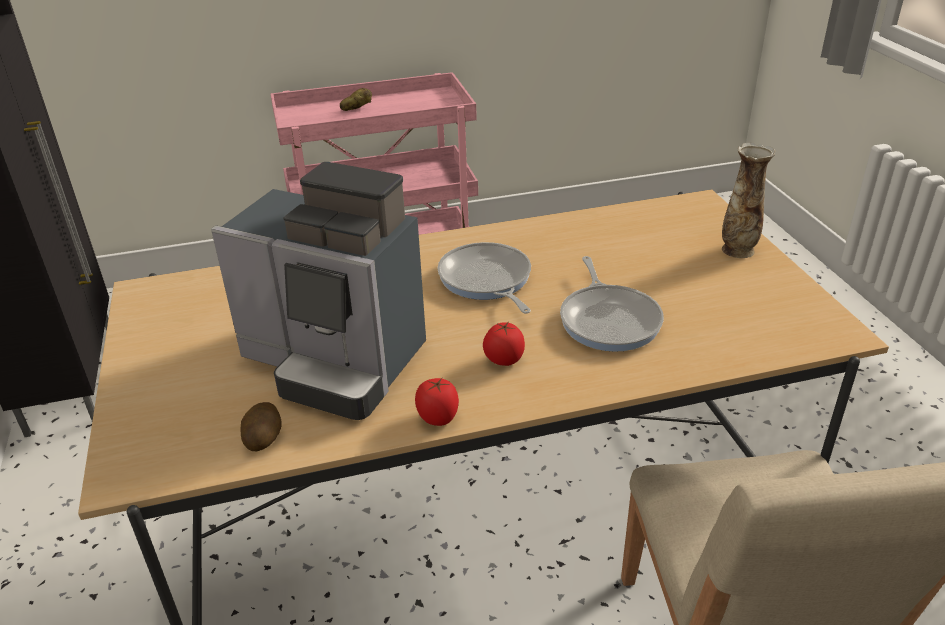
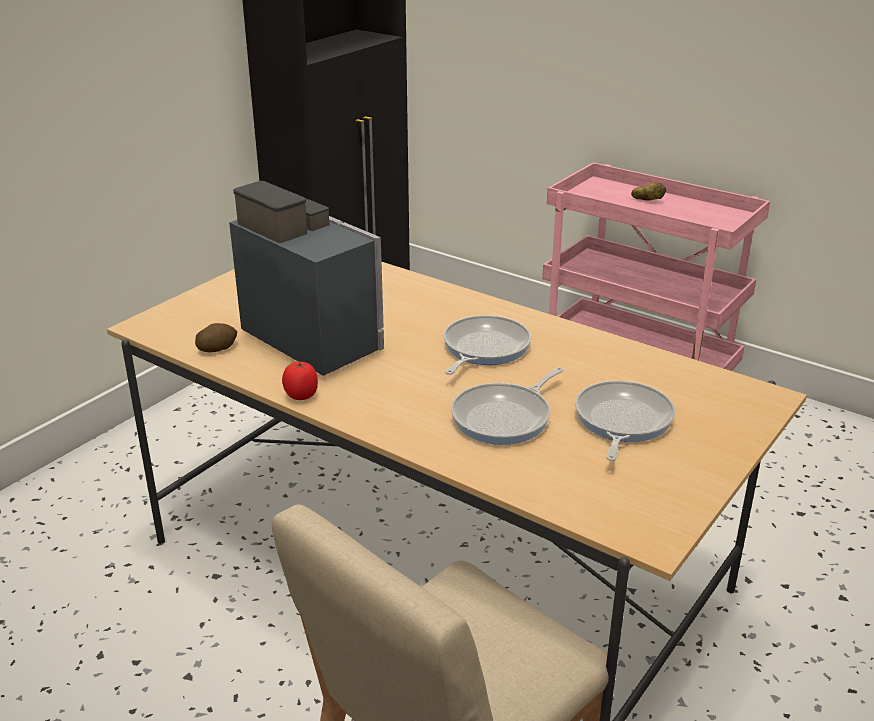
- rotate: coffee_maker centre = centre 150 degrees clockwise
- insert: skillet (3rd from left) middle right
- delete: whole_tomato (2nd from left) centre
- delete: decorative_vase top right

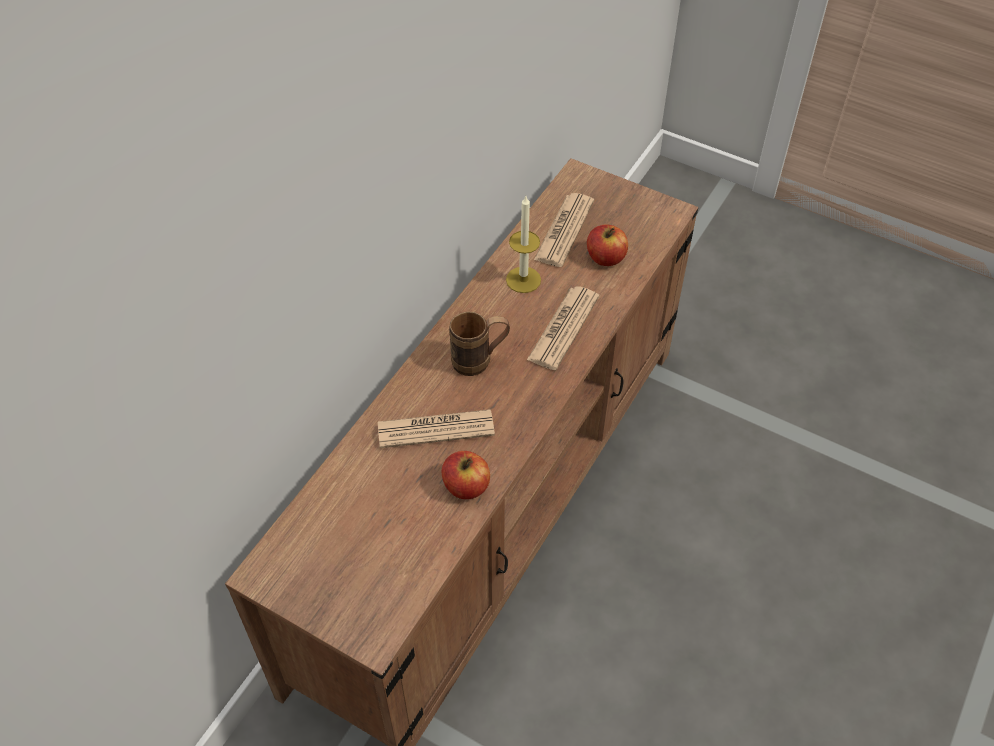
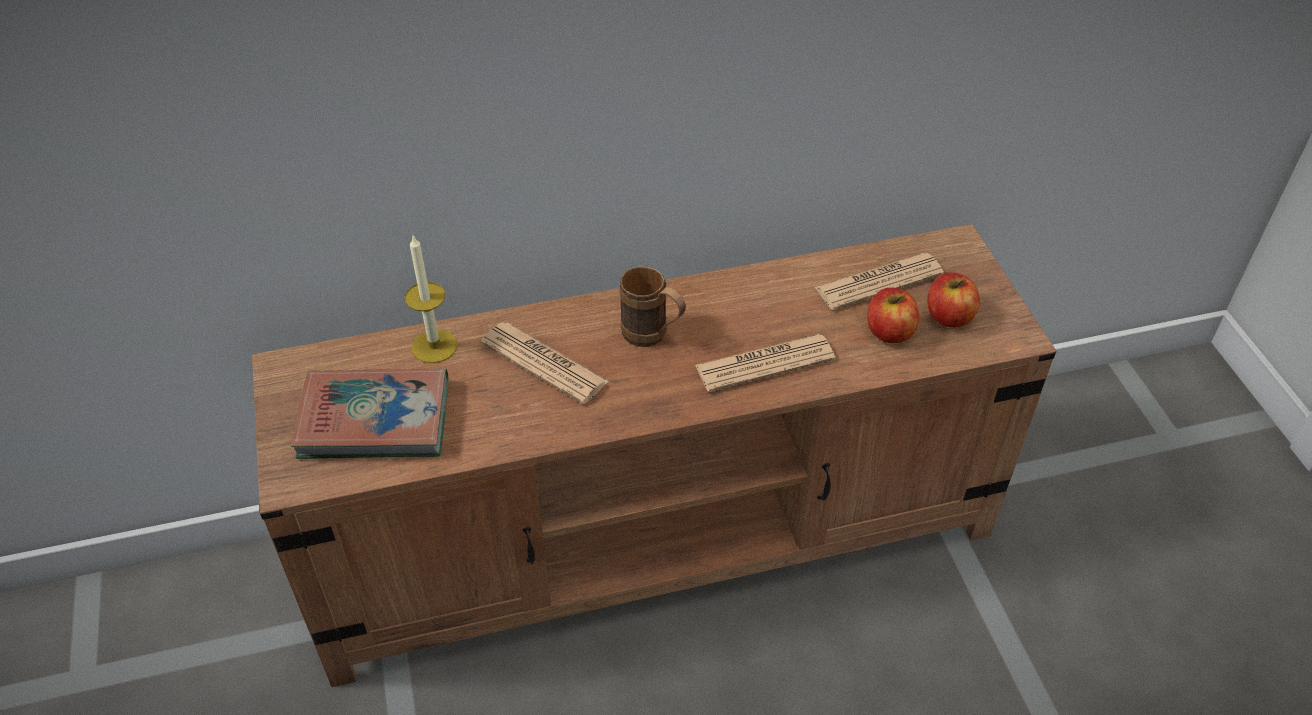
- insert: book middle left
- move: wax_light top centre to middle left
- move: apple (1st from left in the first image) centre to apple (2nd from left) middle right

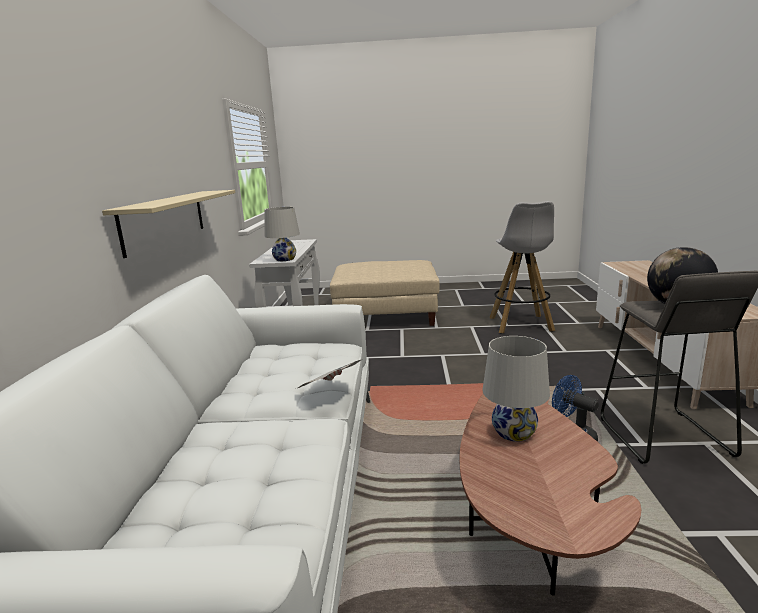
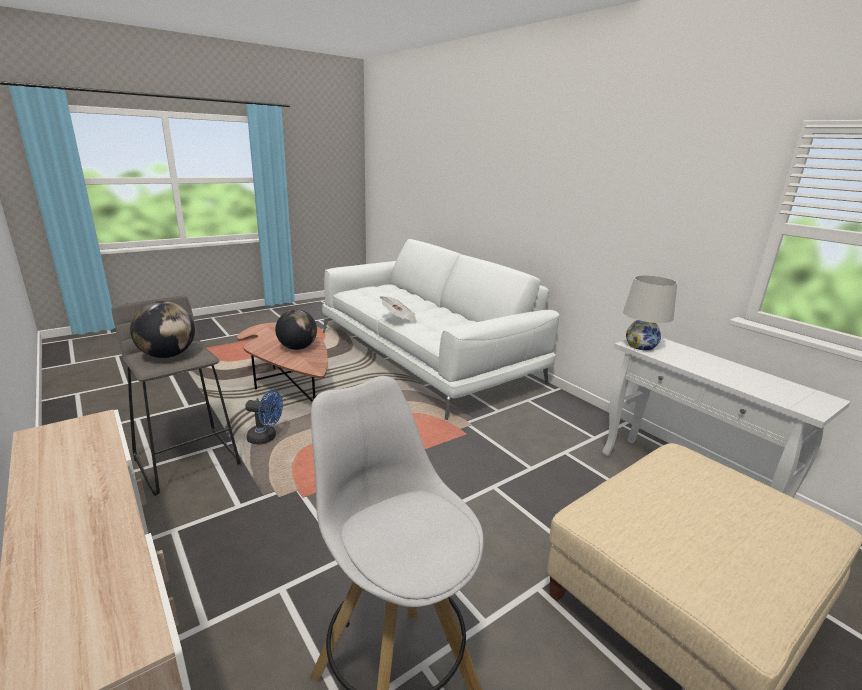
- replace: white_table_lamp (2nd from left) middle right to globe (2nd from left) centre
- delete: beige-coloured_bracket_shelf middle left

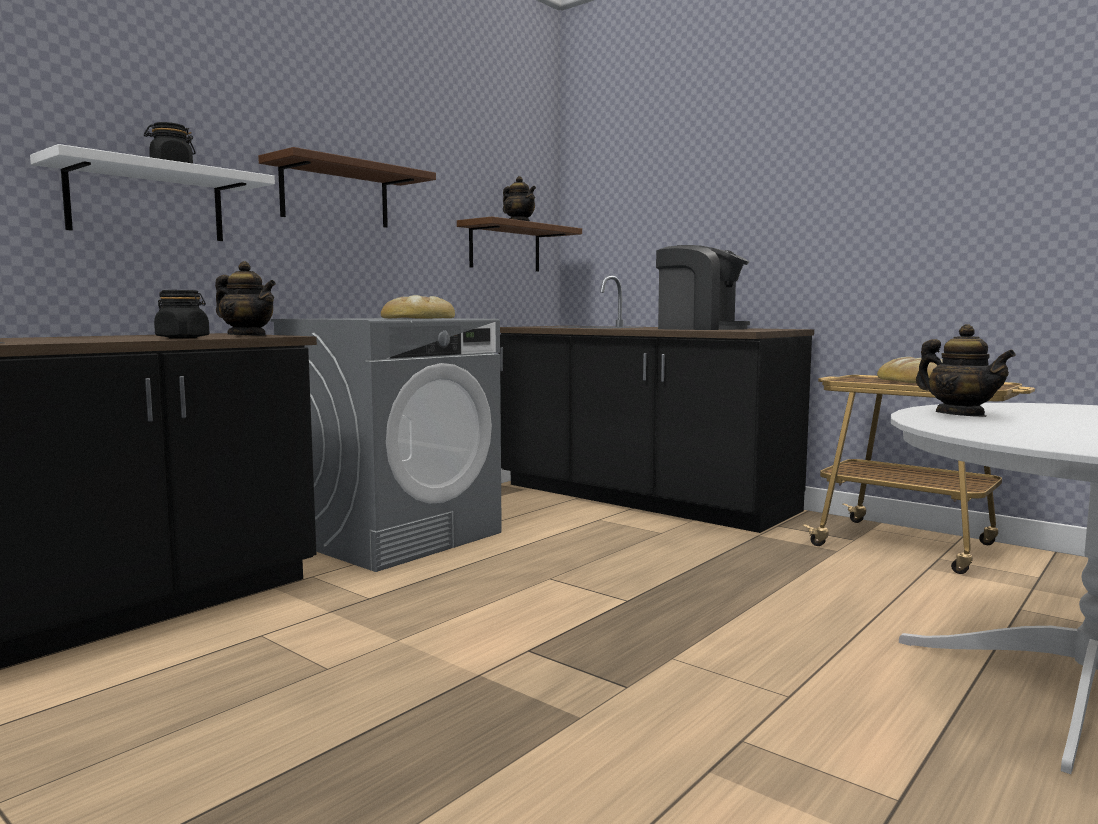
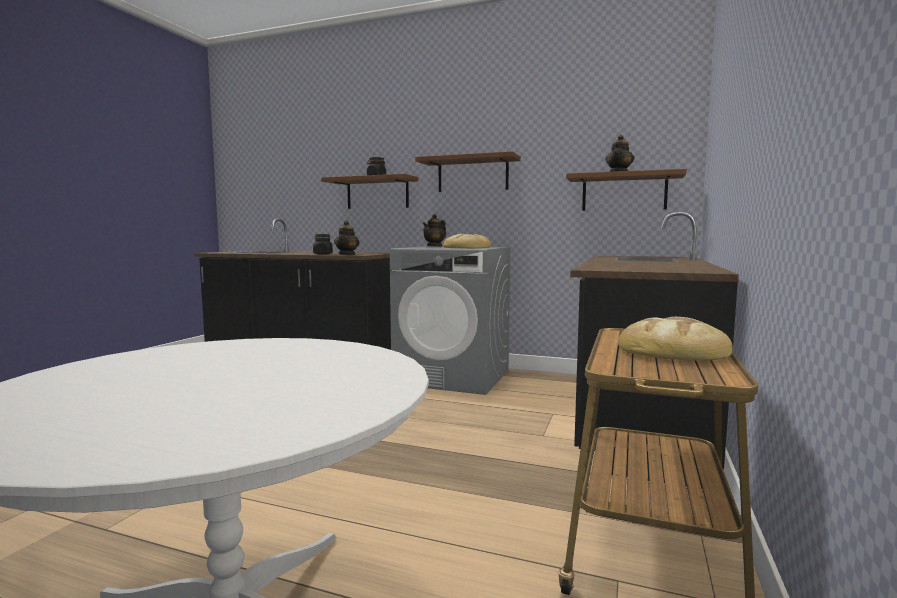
- recolor: white_bracket_shelf top left to brown-coloured_bracket_shelf (1st from left) top centre
- move: tea_pot (3rd from left in the first image) middle right to tea_pot (2nd from left) centre
- delete: coffee_maker centre

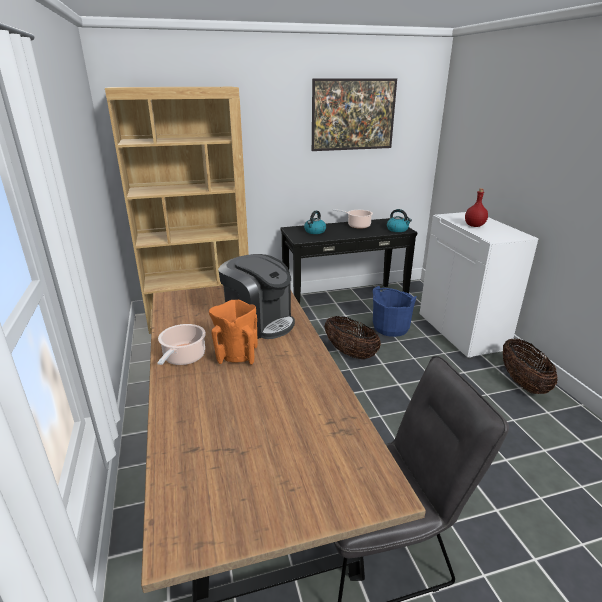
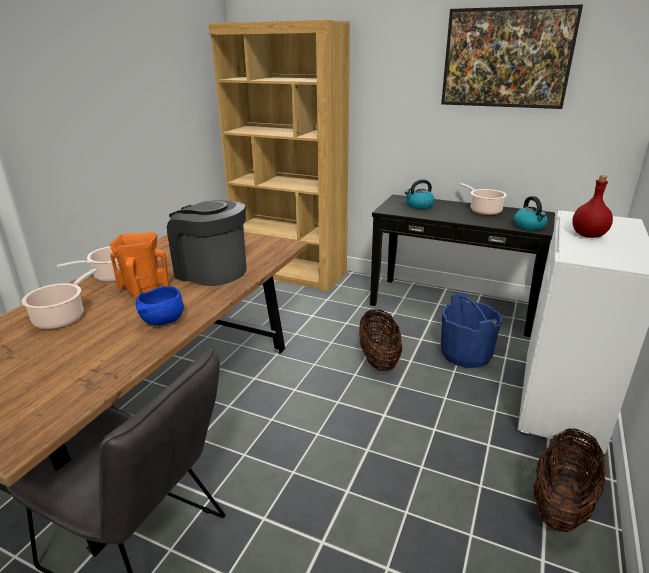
- insert: cooking_pot (1st from left) middle left
- insert: blue-coloured_serving_bowl middle left
- rotate: coffee_maker centre = middle left 135 degrees clockwise

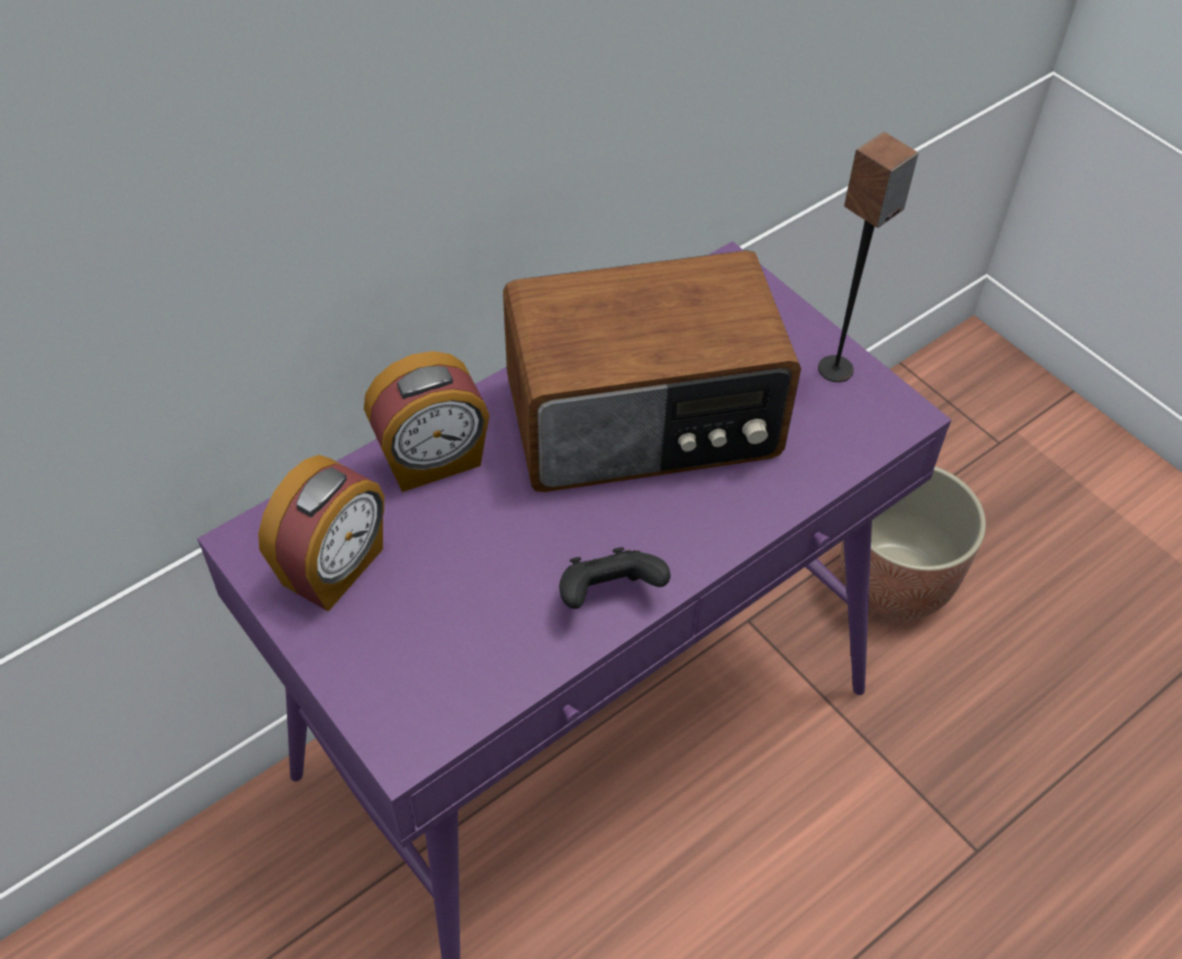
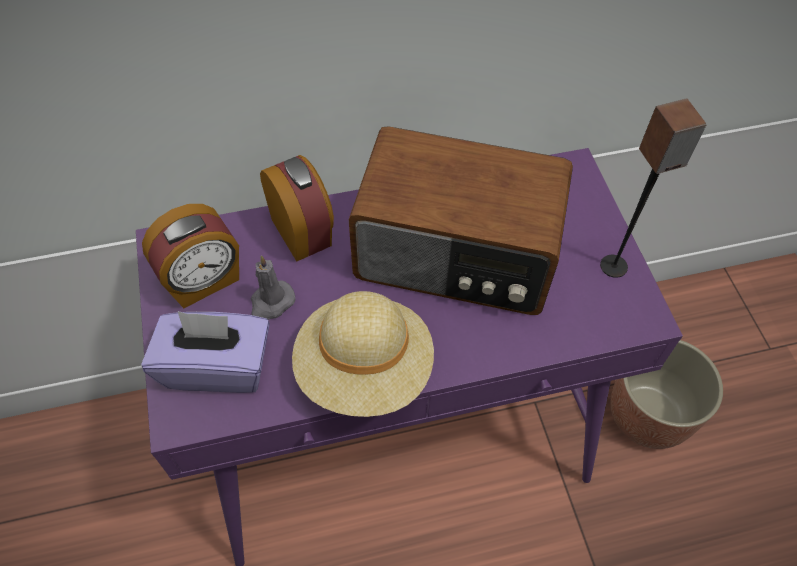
- insert: purple_tissue_box middle left
- insert: greyish_wax_light centre
- rotate: alarm_clock (2nd from left) centre = centre 120 degrees counterclockwise
- replace: black_joypad centre to beige-coloured_clothing_hat centre

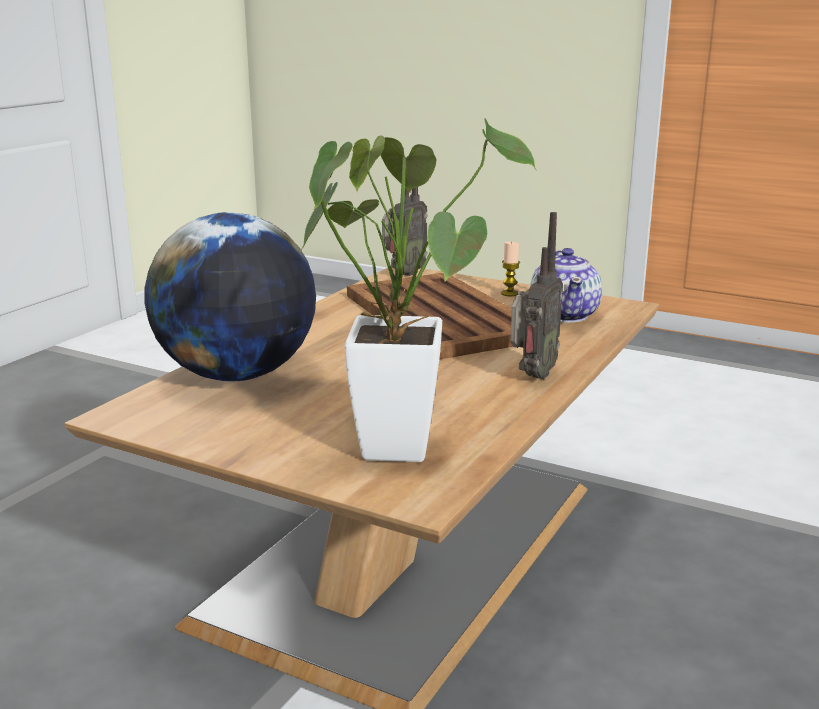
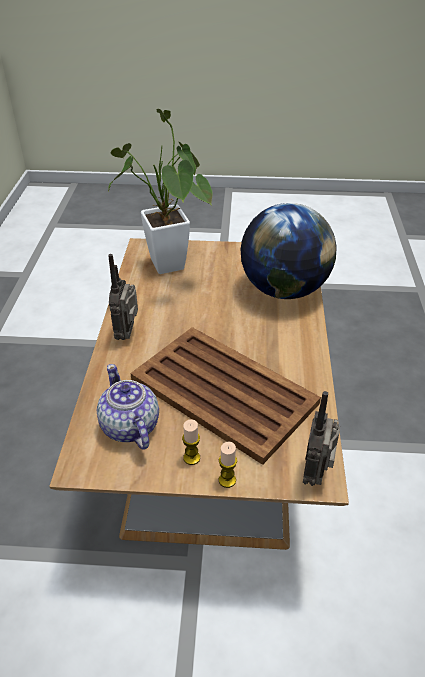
- insert: wax_light (2nd from left) bottom centre

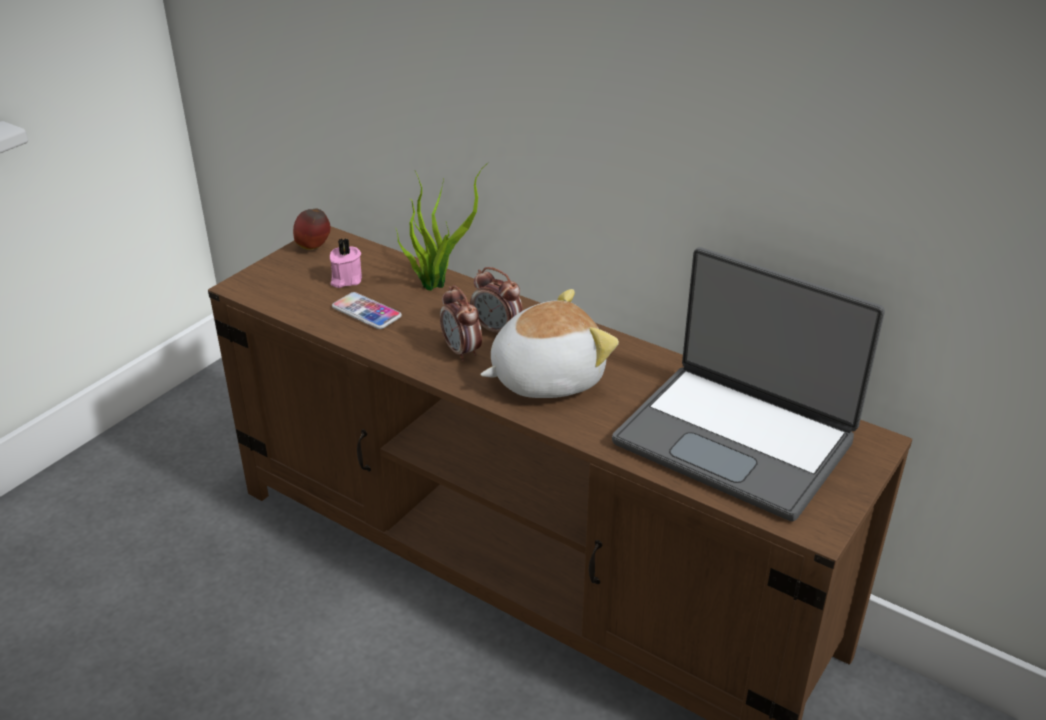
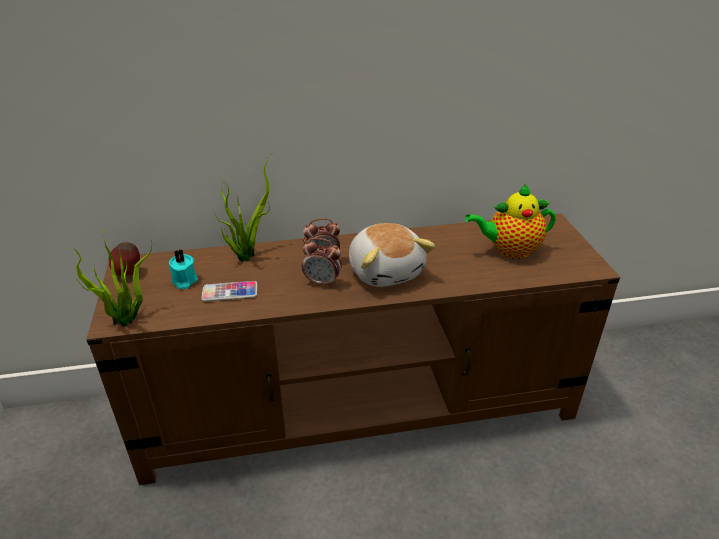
- insert: potted_plant (1st from left) middle left
- recolor: pinkish_wax_light middle left to turquoise-coloured_wax_light middle left
- rotate: soft_toy centre = centre 135 degrees clockwise
- replace: notebook_computer middle right to tea_pot middle right

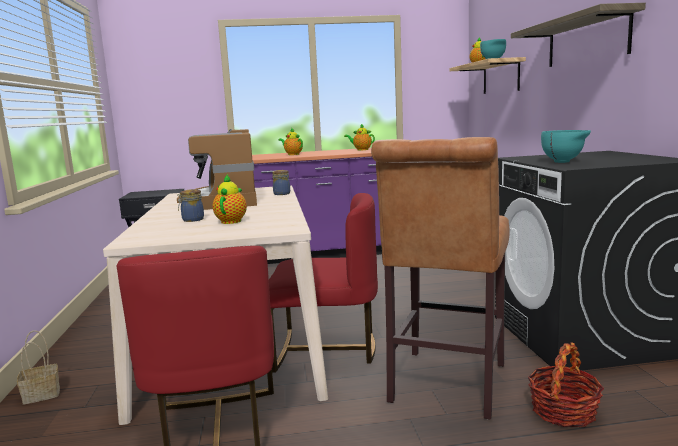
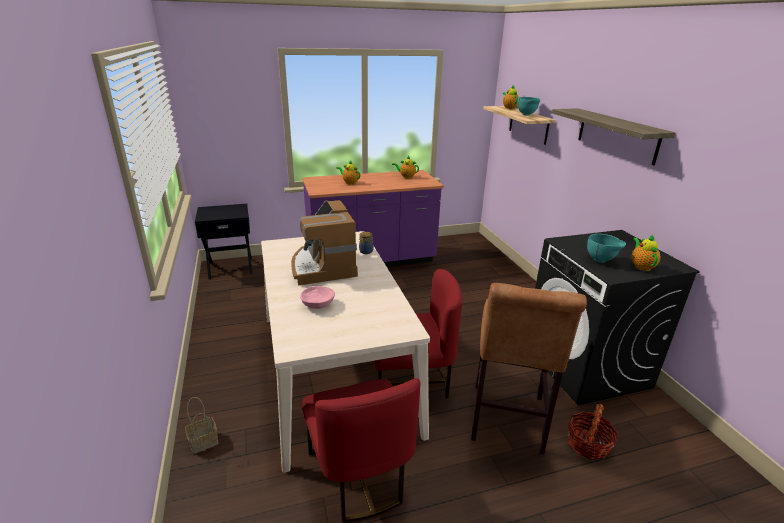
- replace: jar (1st from left) middle left to pinkish_serving_bowl centre
- move: tea_pot (1st from left in the first image) centre to tea_pot (4th from left) middle right

